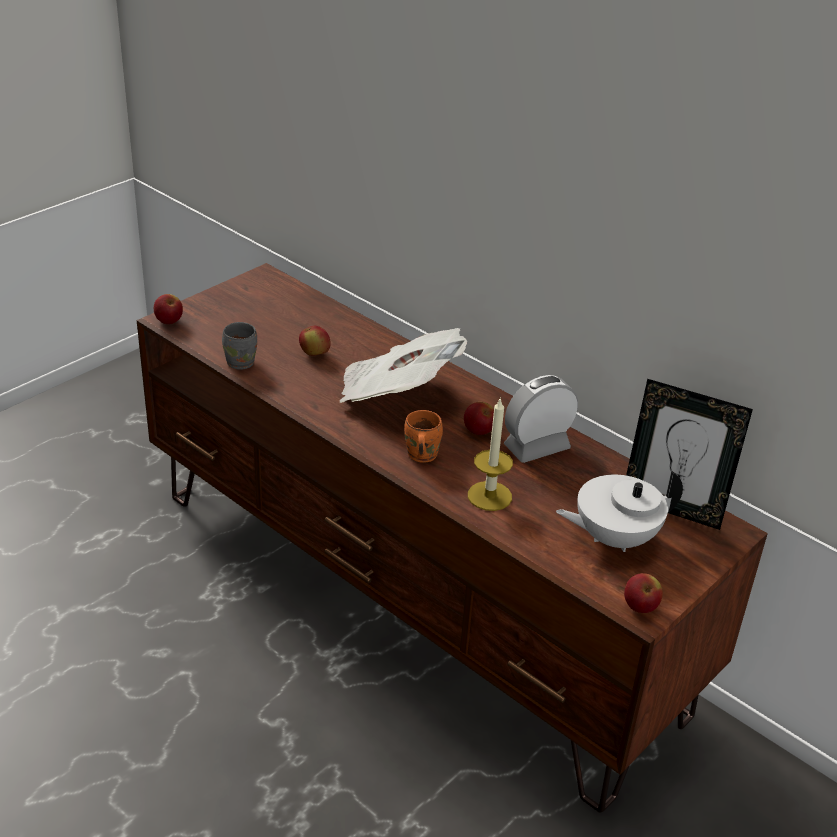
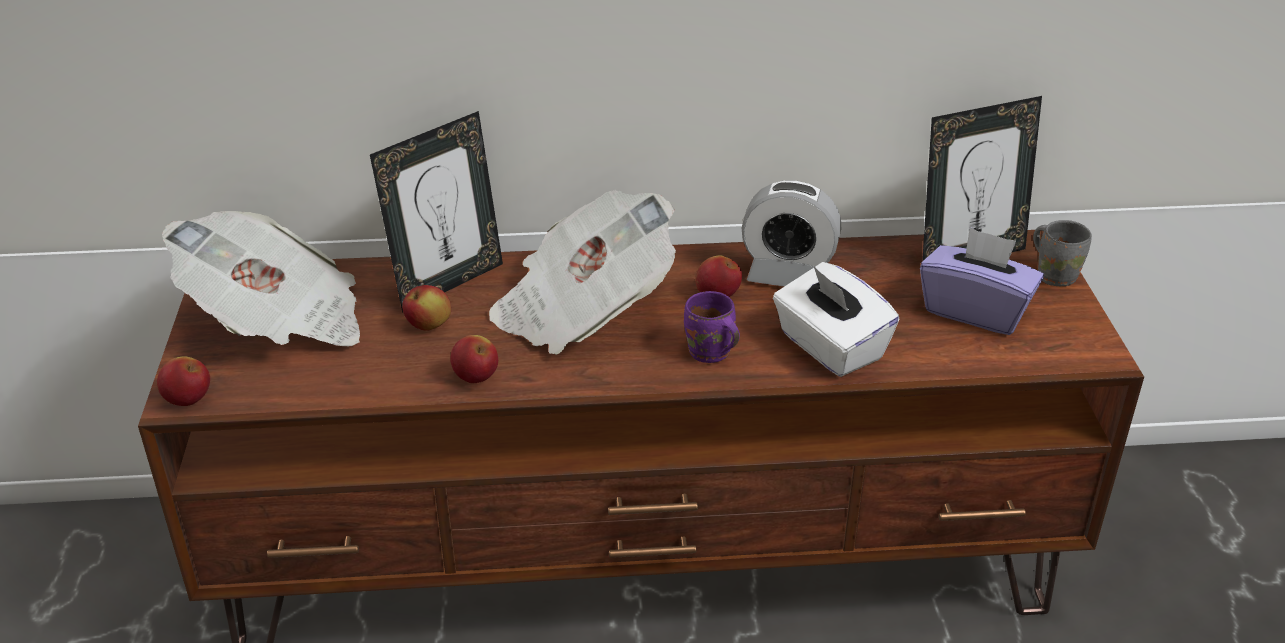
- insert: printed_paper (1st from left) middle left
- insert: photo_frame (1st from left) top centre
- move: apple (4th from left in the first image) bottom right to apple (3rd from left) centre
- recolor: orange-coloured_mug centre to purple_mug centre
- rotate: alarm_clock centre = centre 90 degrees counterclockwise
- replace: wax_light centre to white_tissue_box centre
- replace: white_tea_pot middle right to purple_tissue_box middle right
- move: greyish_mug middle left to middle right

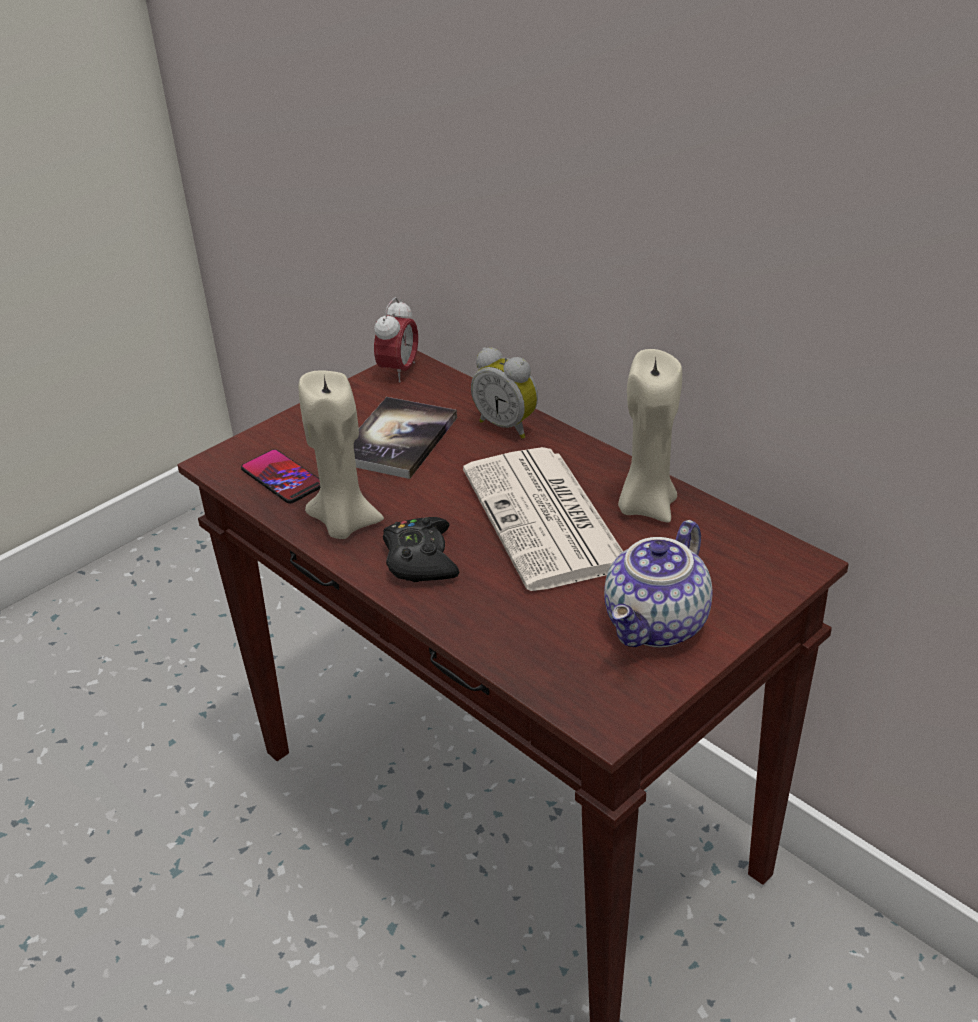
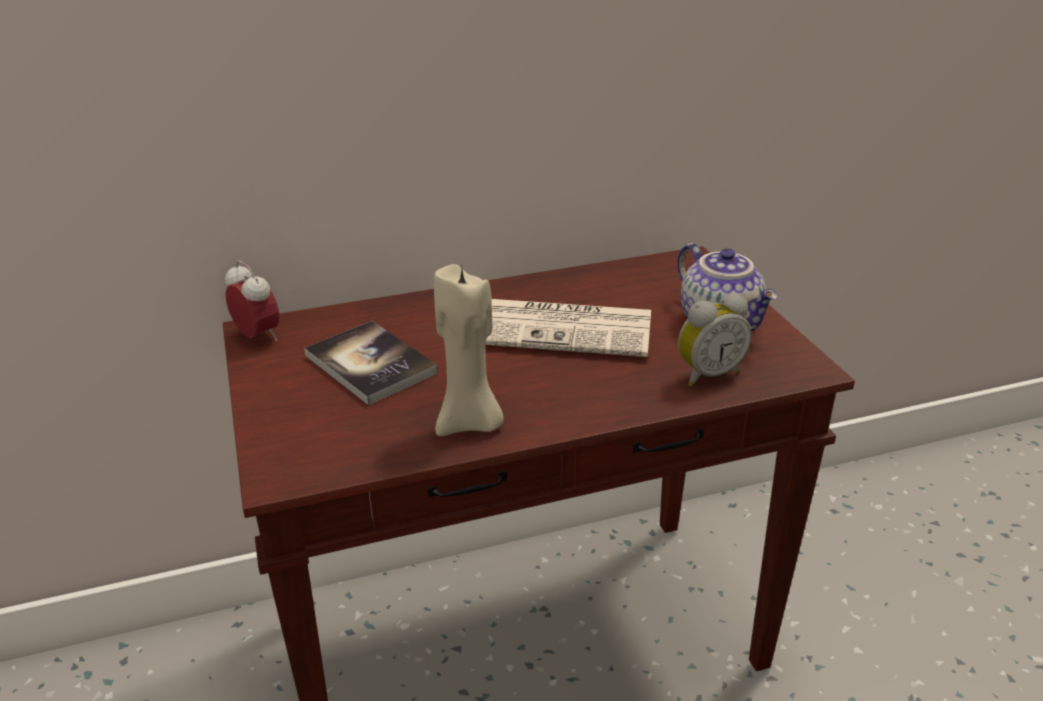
- move: alarm_clock (2nd from left) centre to middle right
- delete: handset middle left
- delete: black_joypad centre
- delete: beige-coloured_wax_light (2nd from left) centre

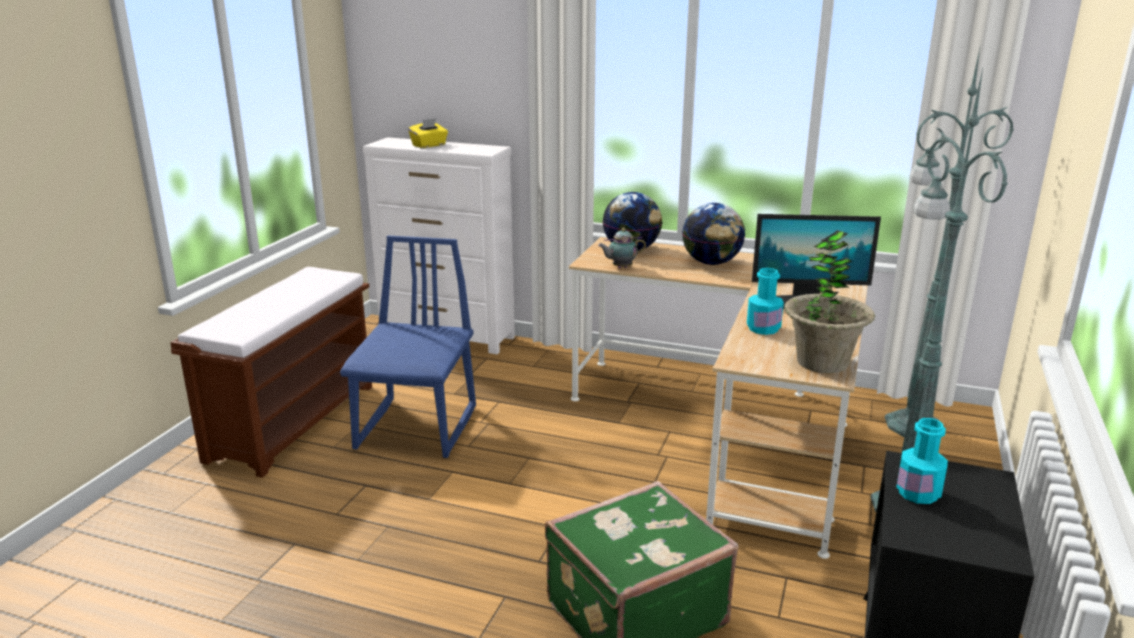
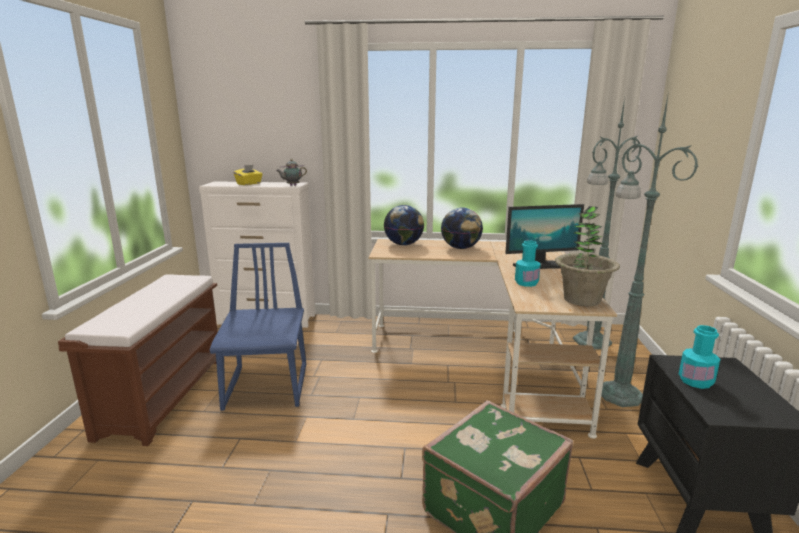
- move: tea_pot centre to top centre

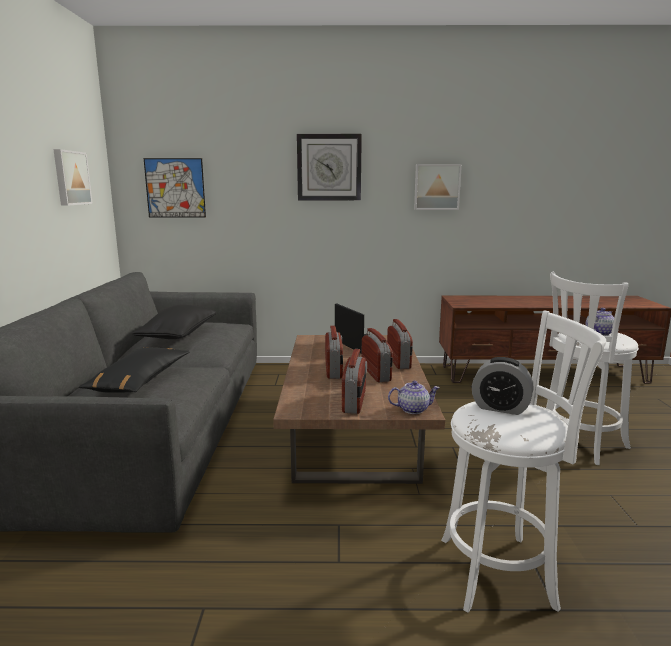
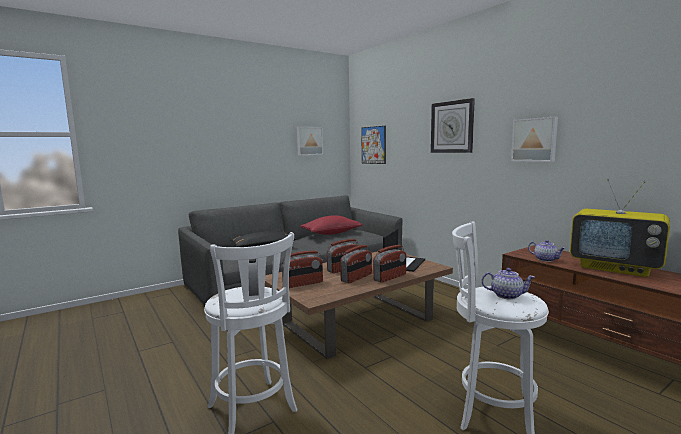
- recolor: black_pillow (2nd from left) middle left to red_pillow centre
- move: tea_pot (1st from left in the first image) centre to tea_pot (2nd from left) middle right
- insert: TV_set middle right

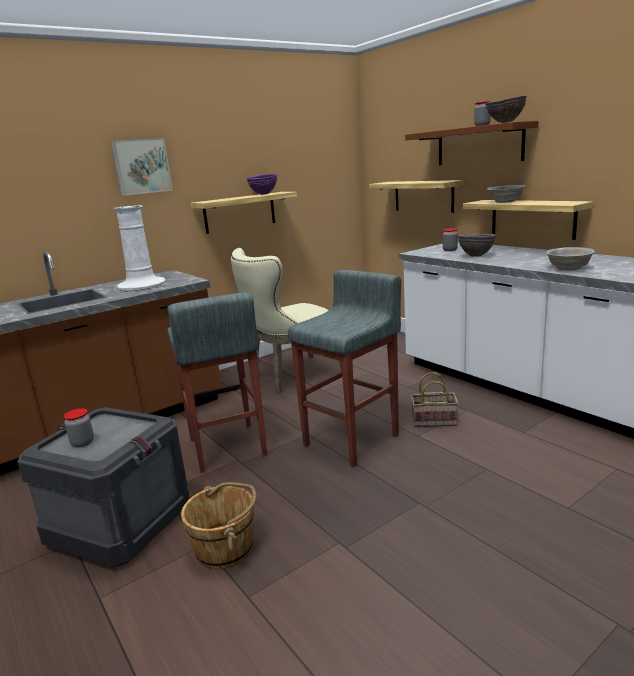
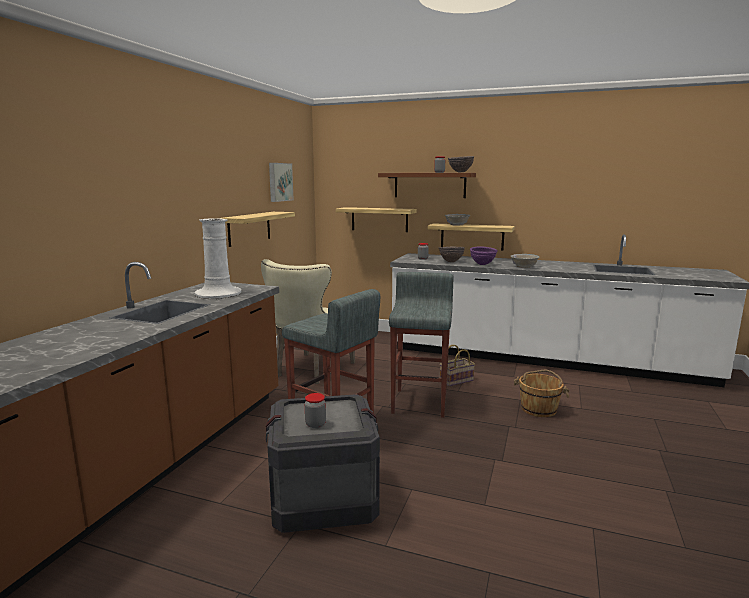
- move: wall_picture top left to top centre
- move: purple_serving_bowl top centre to centre
- move: brown-coloured_pail bottom centre to middle right

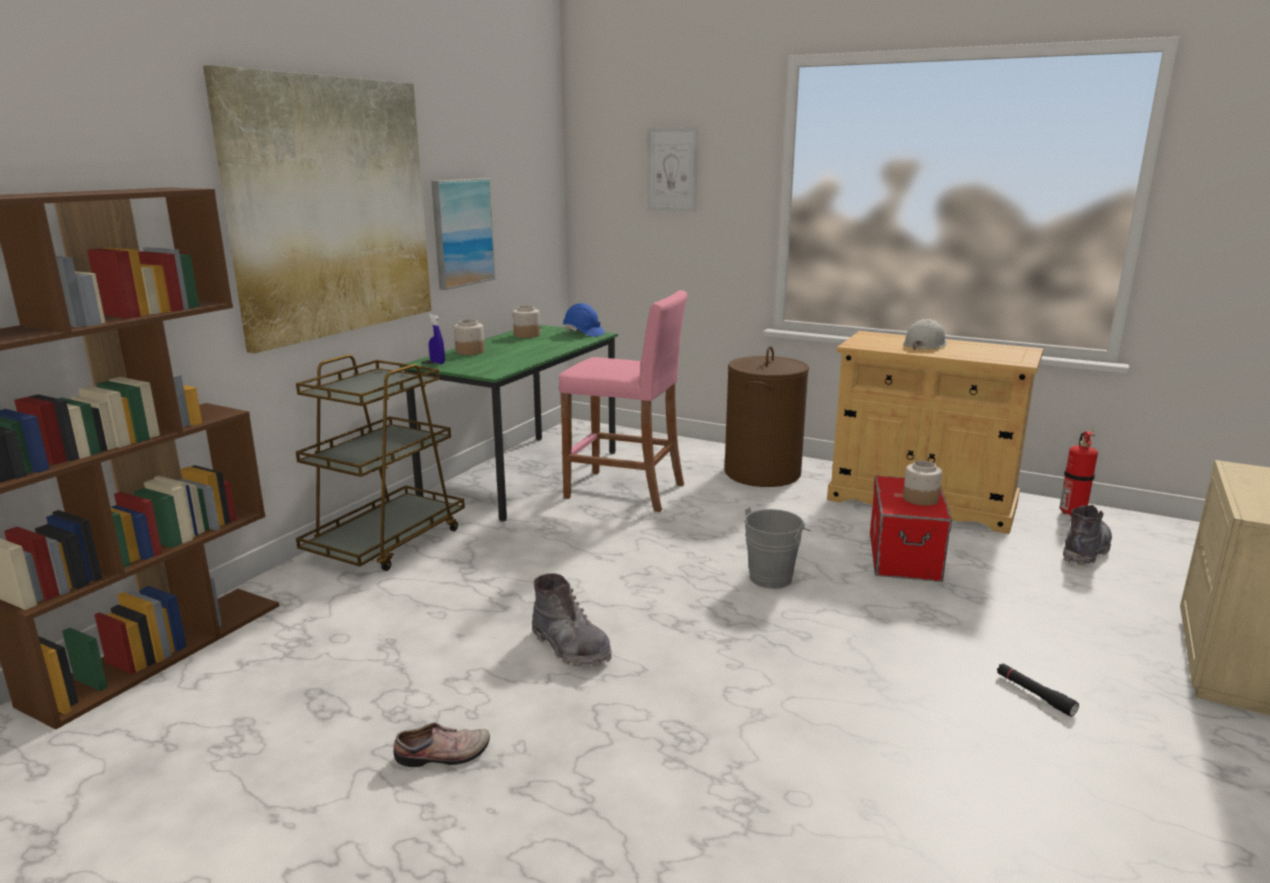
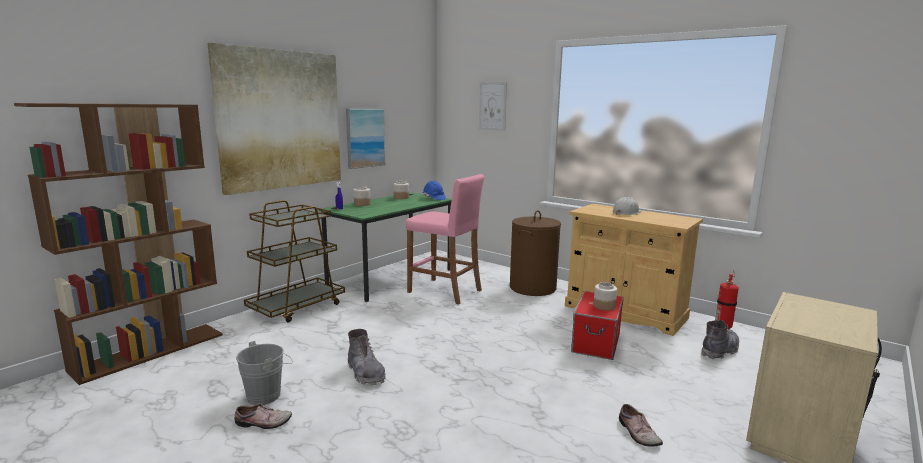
- move: greyish_pail centre to bottom left
- replace: black_flashlight bottom right to shoe (2nd from left) bottom right

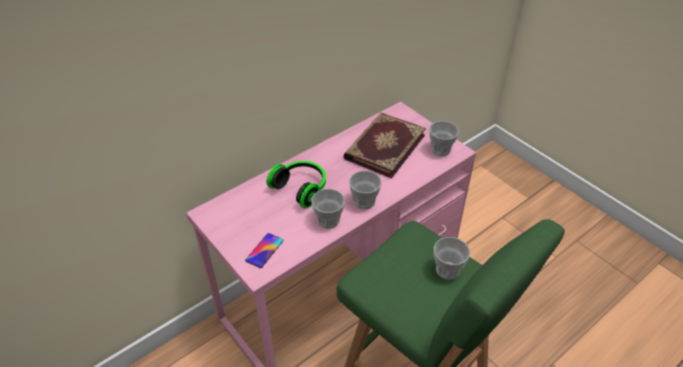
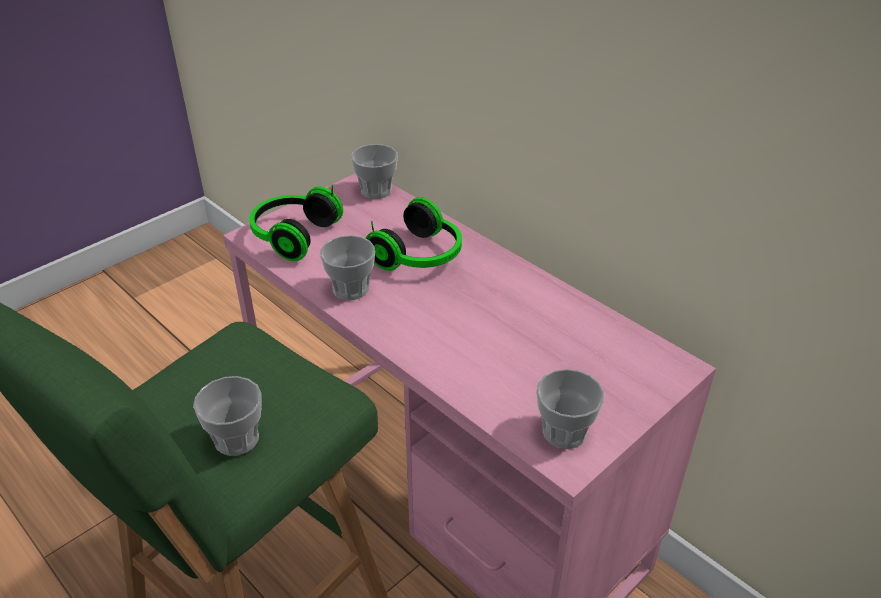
- replace: handset bottom centre to pair_of_headphones (1st from left) centre
- move: cup (2nd from left in the first image) centre to cup (3rd from left) top centre
- delete: book centre

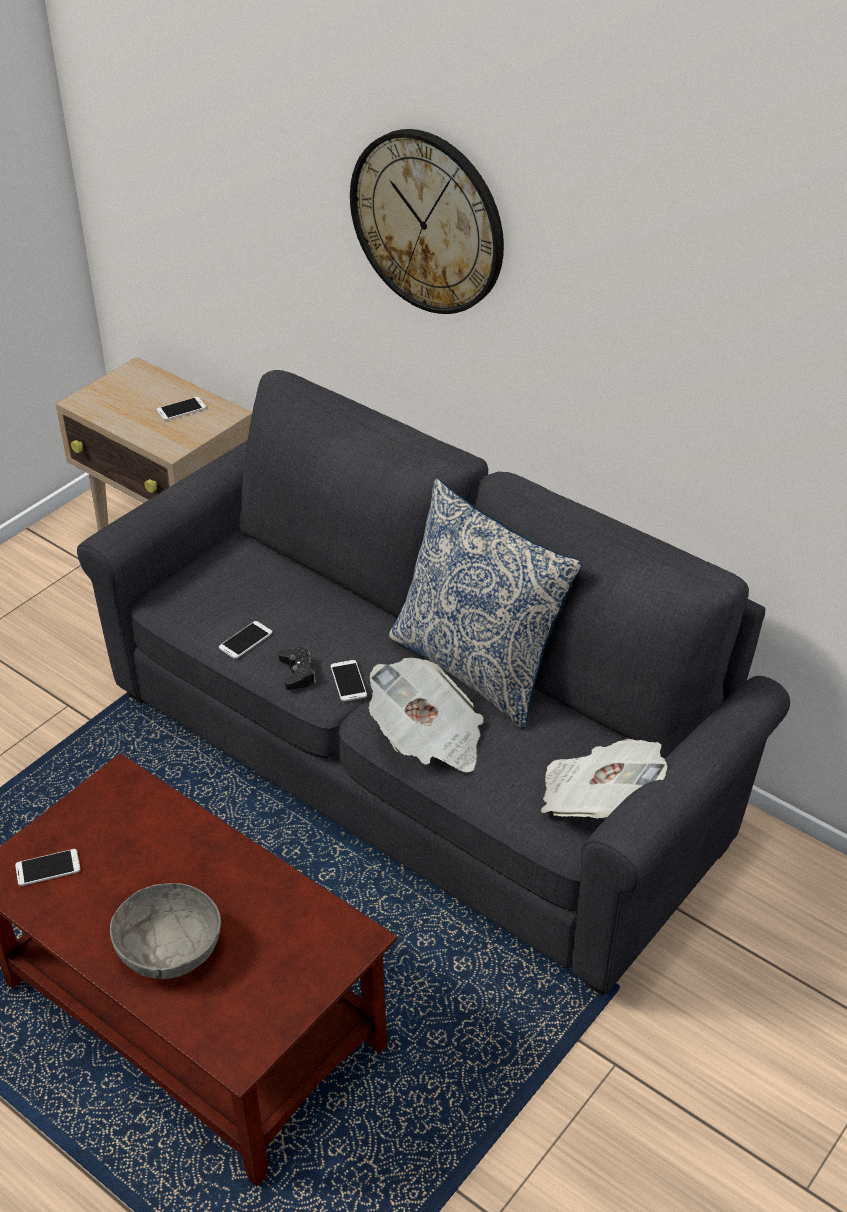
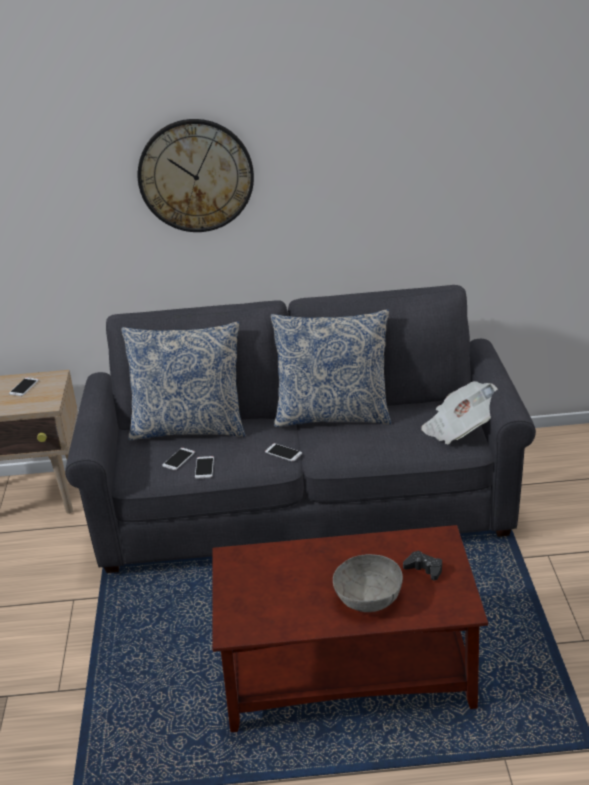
- insert: pillow (1st from left) middle left
- move: handset (1st from left in the first image) bottom left to handset (2nd from left) middle left
- move: black_joypad centre to bottom right
- delete: printed_paper (1st from left) centre

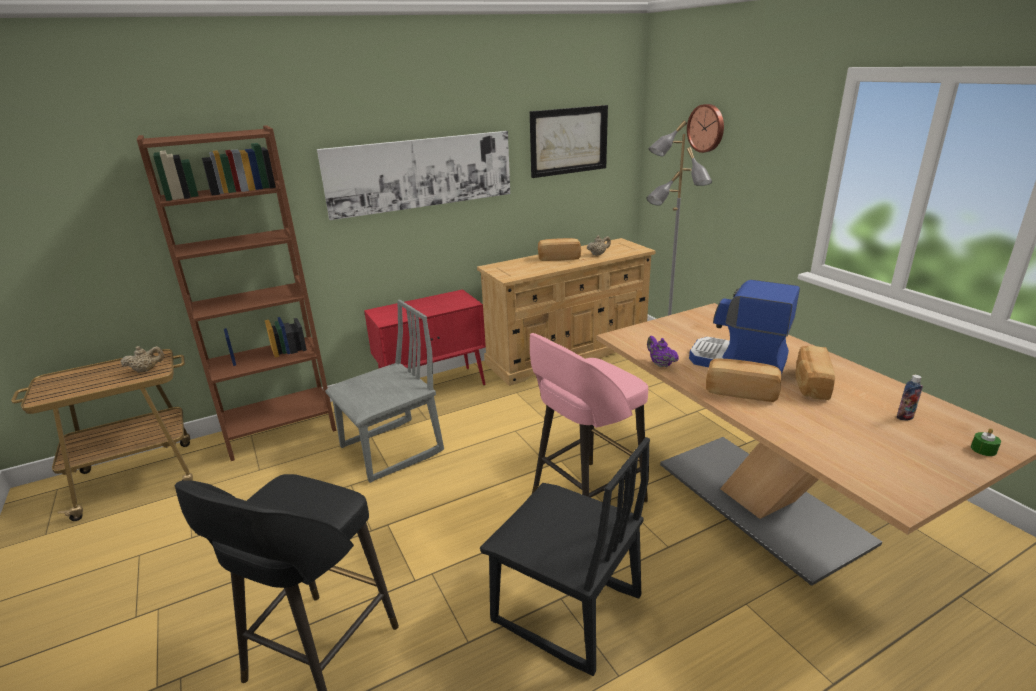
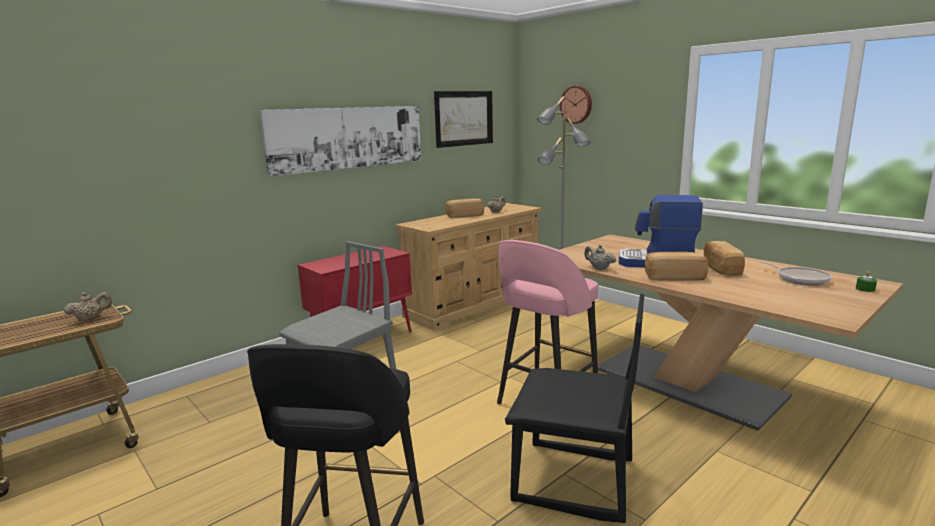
- recolor: purple_tea_pot centre to beige-coloured_tea_pot (3rd from left) centre
- replace: bottle middle right to skillet middle right
- delete: brown-coloured_bookcase middle left

